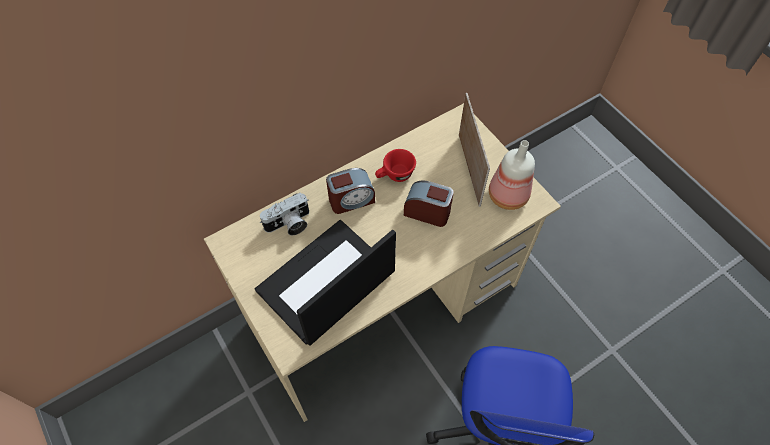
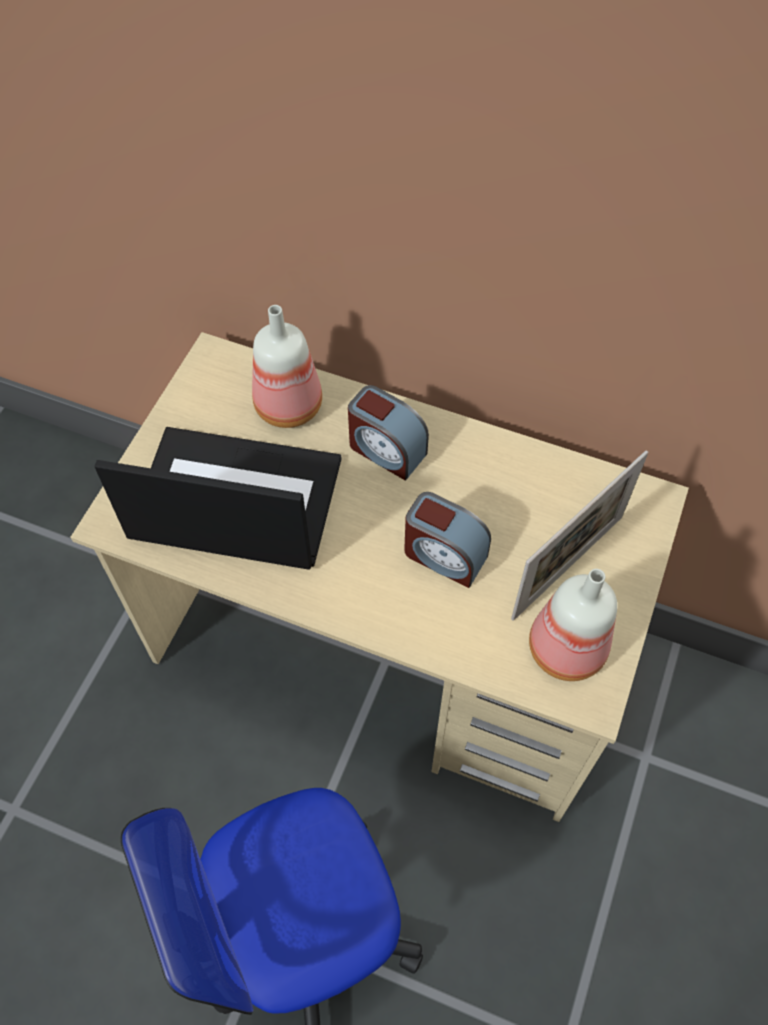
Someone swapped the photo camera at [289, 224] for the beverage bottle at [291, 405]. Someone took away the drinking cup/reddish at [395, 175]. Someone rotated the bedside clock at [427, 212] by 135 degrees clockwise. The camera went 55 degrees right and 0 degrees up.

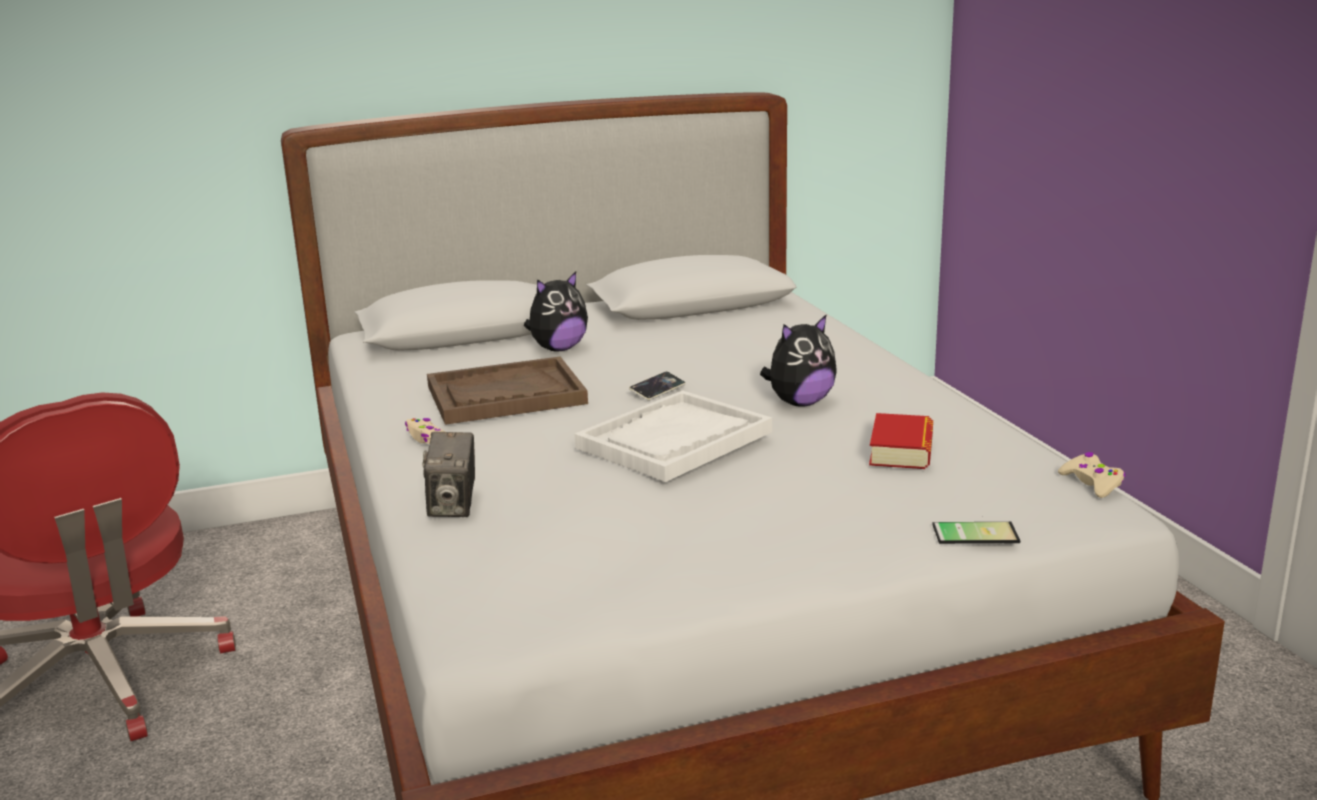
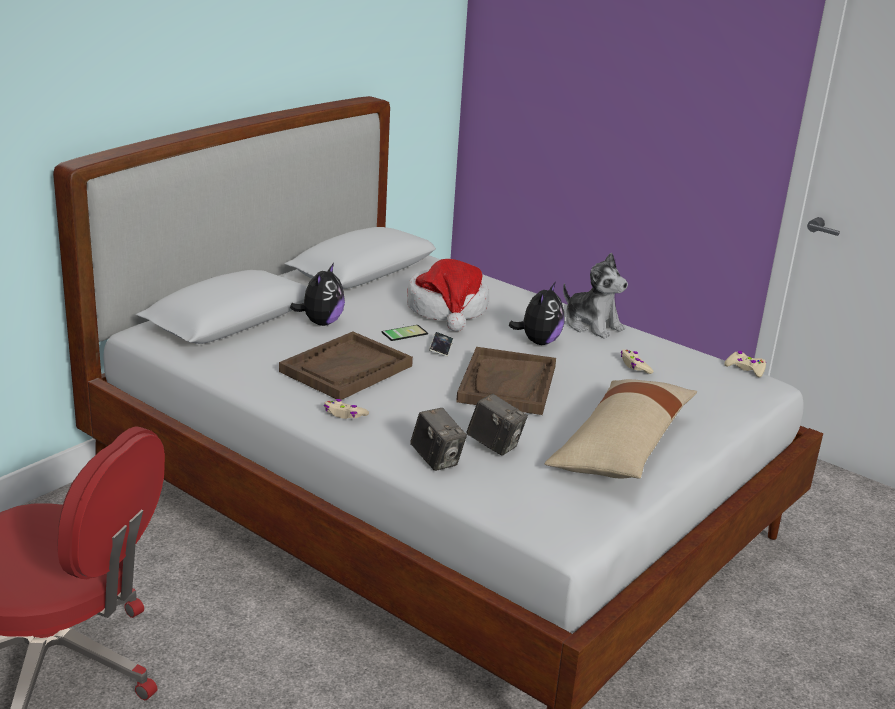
Someone repainted the tray/white-coloured at [674, 440], which became the tray/brown-coloured at [507, 384]. Someone swapped the bound book at [901, 450] for the gamepad/beige-coloured at [635, 366]. Someone carried the phone from [974, 531] to [403, 332]. Someone put down the clothing hat at [448, 309]. Someone put down the photo camera at [494, 445]. Someone put down the pillow/beige-coloured at [621, 446]. Someone put down the soft toy at [592, 325]. The camera went 35 degrees left and 5 degrees up.

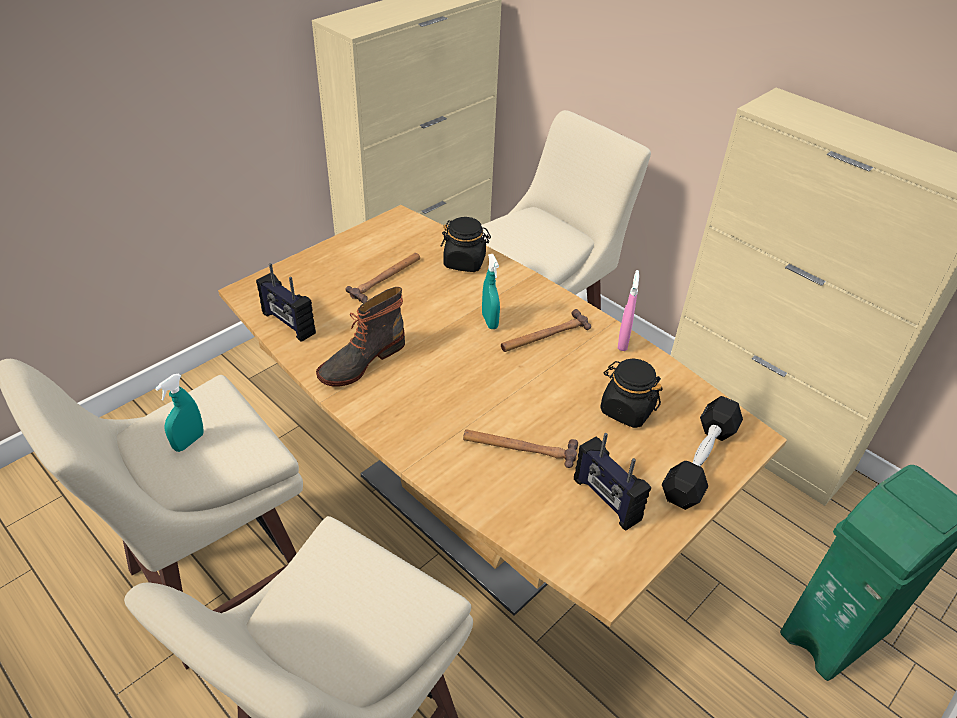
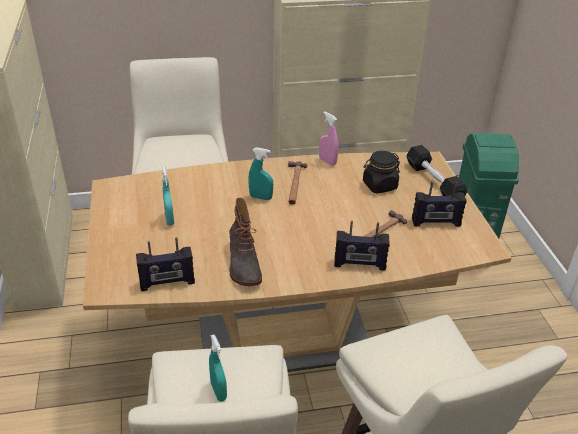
Someone swapped the hammer at [386, 278] for the spray bottle/turquoise at [169, 219]. Someone took away the storage jar/black at [465, 262]. Someone put down the radio set at [359, 264]. The camera went 55 degrees left and 5 degrees down.

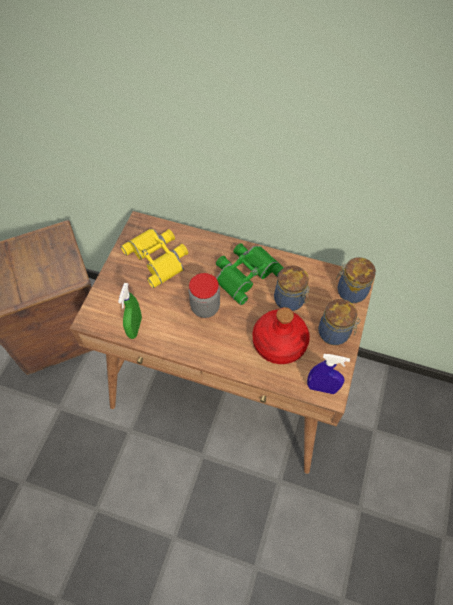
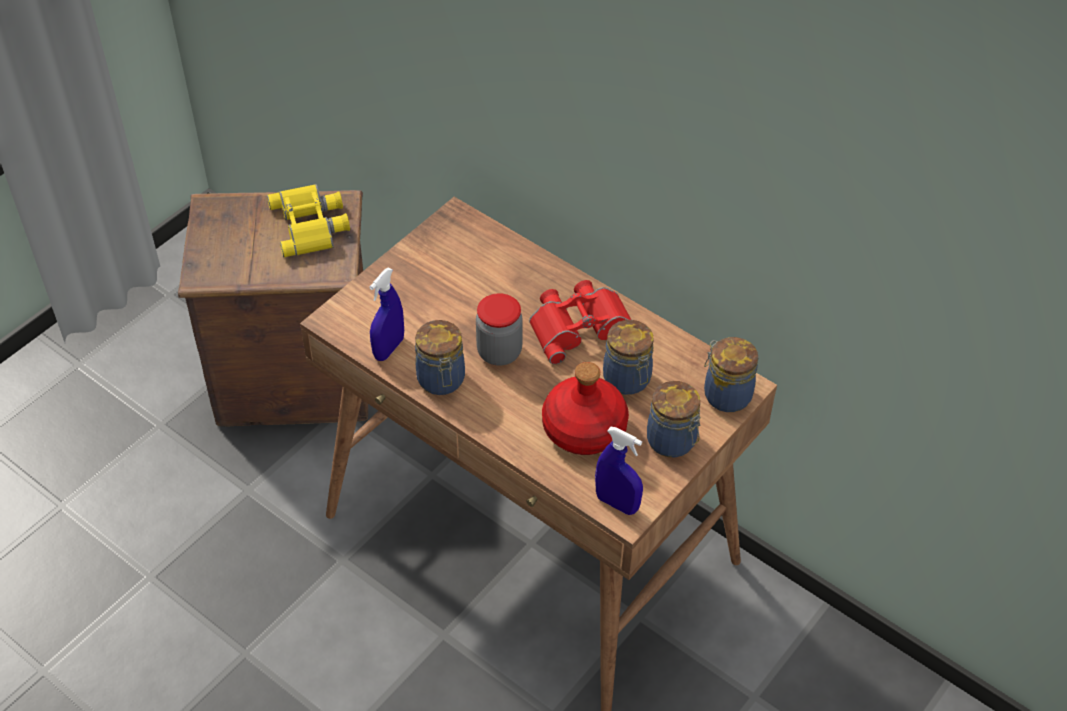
Someone repainted the spray bottle/greenish at [135, 327], which became the spray bottle/bluish at [389, 348]. Someone carried the field glasses/yellowish from [159, 257] to [311, 225]. Someone repainted the field glasses/greenish at [245, 273], which became the field glasses/reddish at [579, 325]. Someone put down the storage jar at [441, 381]. The camera went 20 degrees right and 10 degrees down.

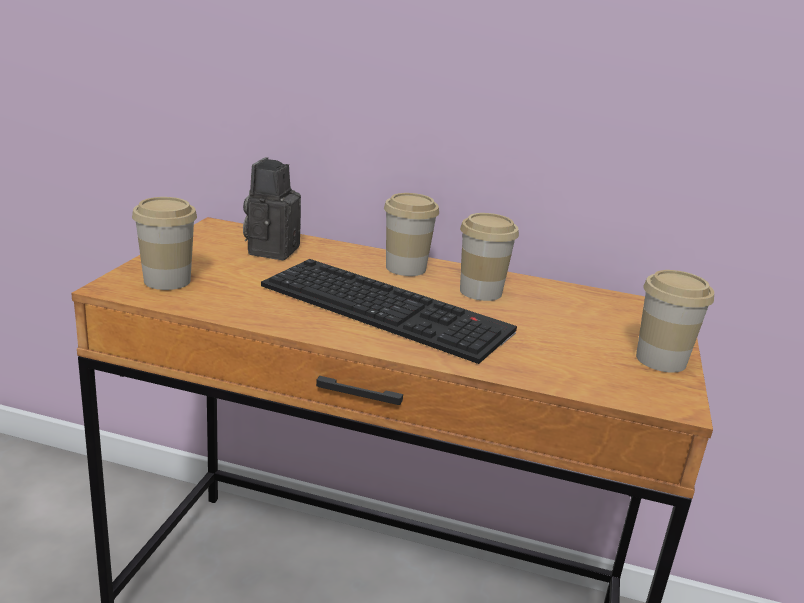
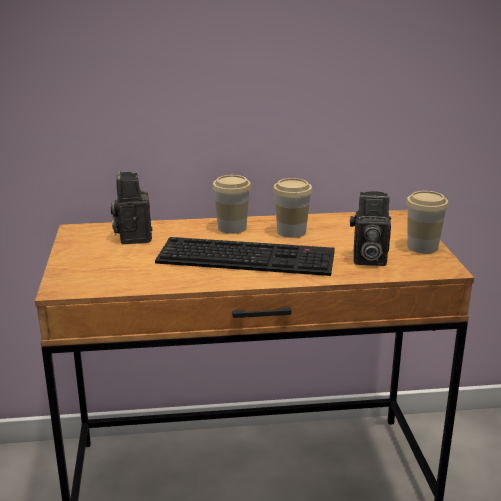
Someone took away the drinking cup at [167, 280]. Someone put down the photo camera at [367, 259]. The camera went 20 degrees left and 0 degrees up.

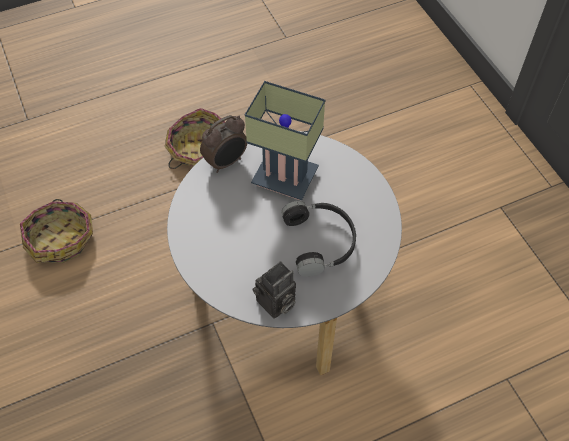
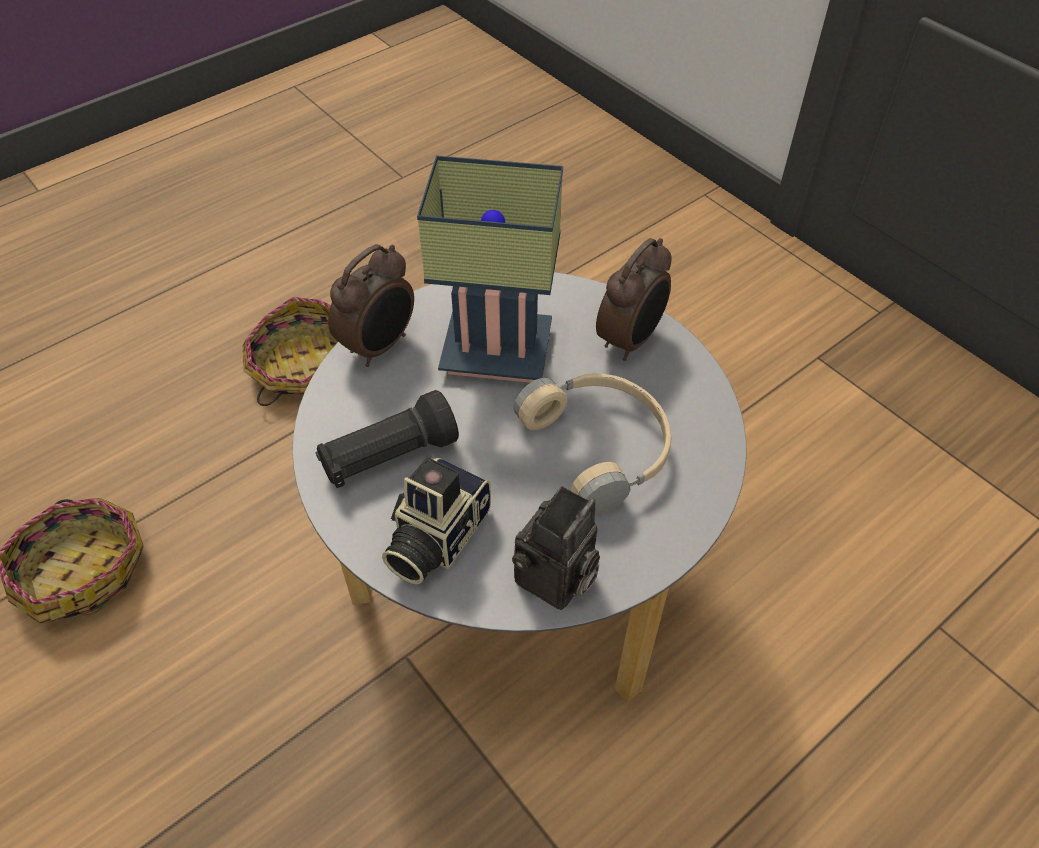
Someone repainted the headphones/black at [321, 241], which became the headphones/beige-coloured at [601, 446]. Someone put down the torch/black at [389, 456]. Someone put down the photo camera at [434, 537]. Someone put down the bedside clock at [631, 340]. The camera went 15 degrees left and 5 degrees down.

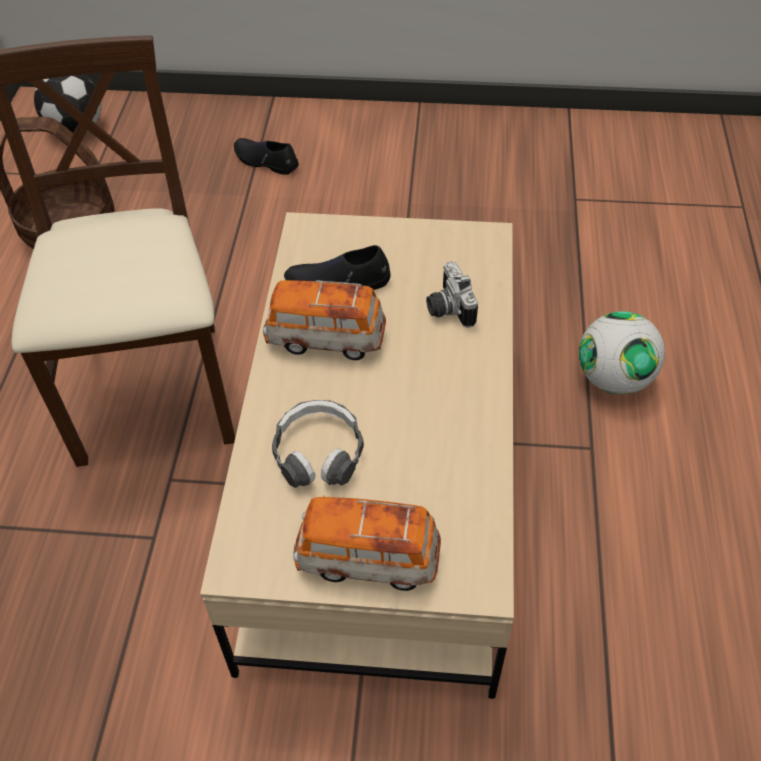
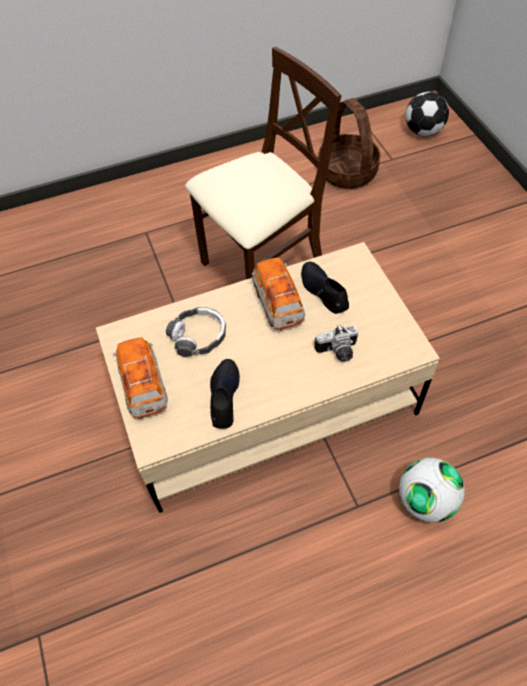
Someone carried the low shoe/black from [265, 161] to [224, 396]. Someone rotated the photo camera at [447, 308] by 150 degrees counterclockwise. The camera went 65 degrees right and 5 degrees up.

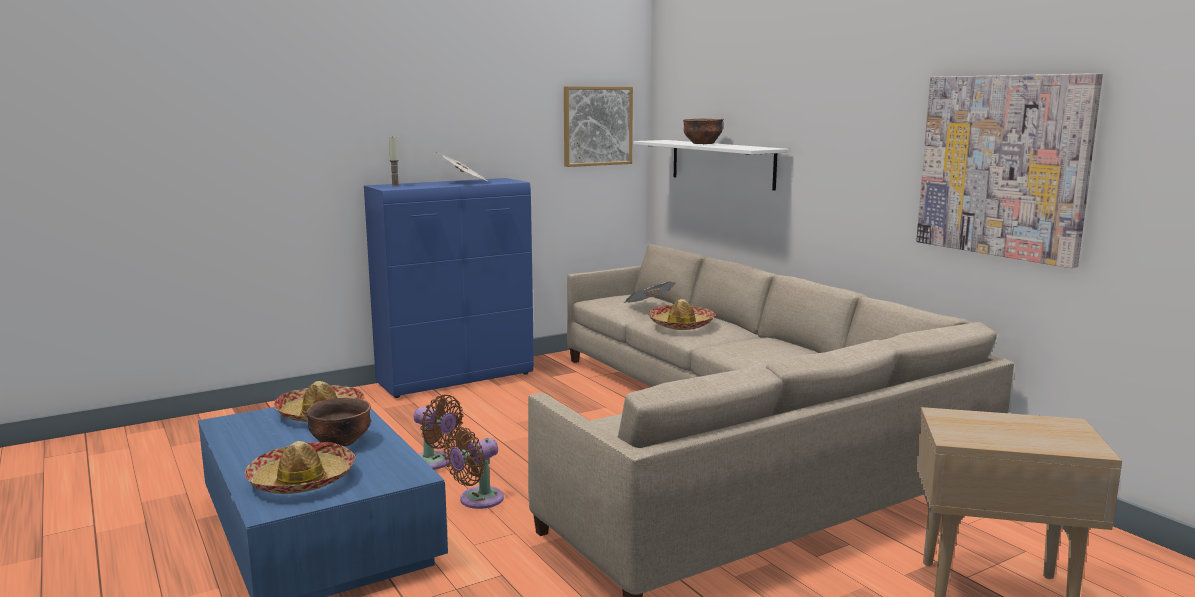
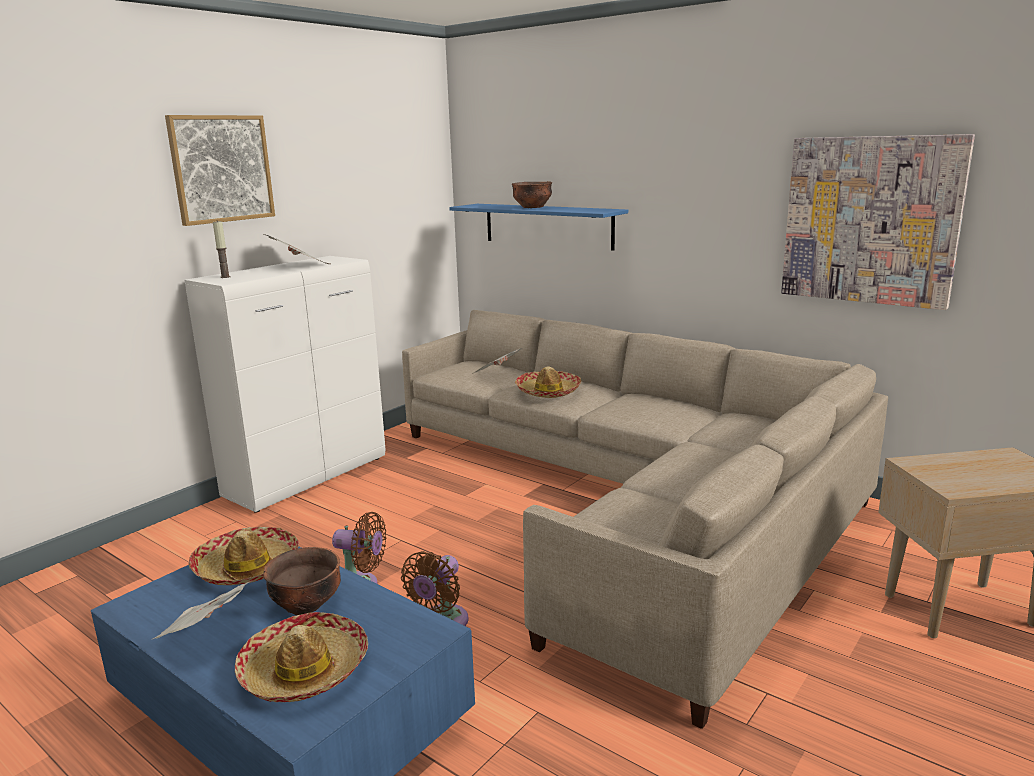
Someone repainted the cabinet/bluish at [457, 379], which became the cabinet/white-coloured at [308, 477]. Someone carried the picture from [597, 126] to [221, 169]. Someone repainted the bracket shelf/white-coloured at [721, 163], which became the bracket shelf/bluish at [547, 225]. Someone put down the printed paper at [206, 632]. The camera went 20 degrees left and 5 degrees up.

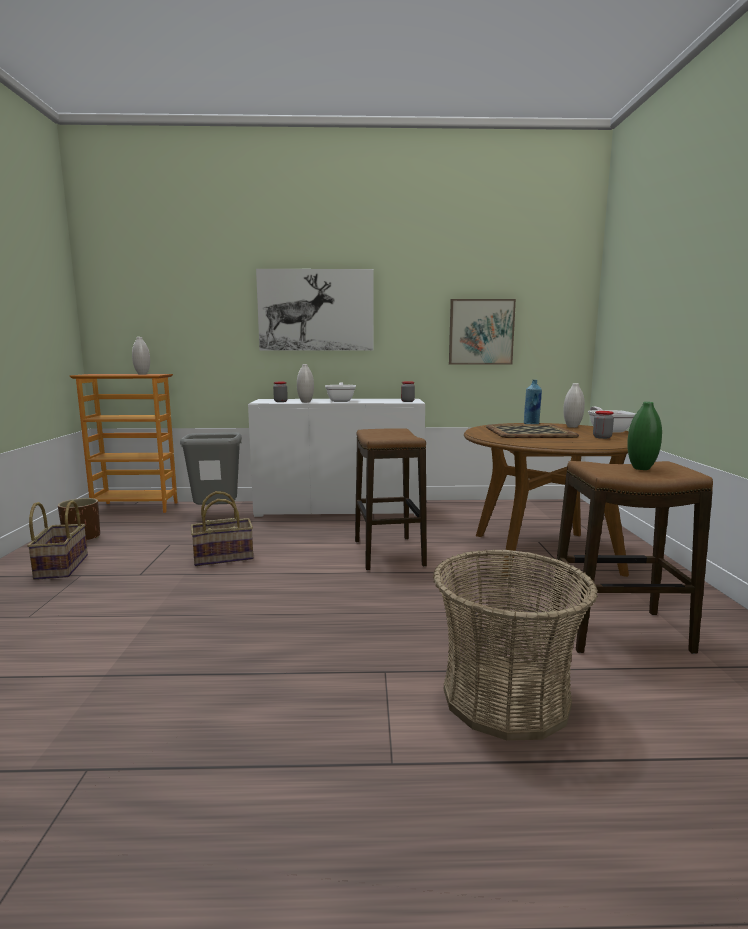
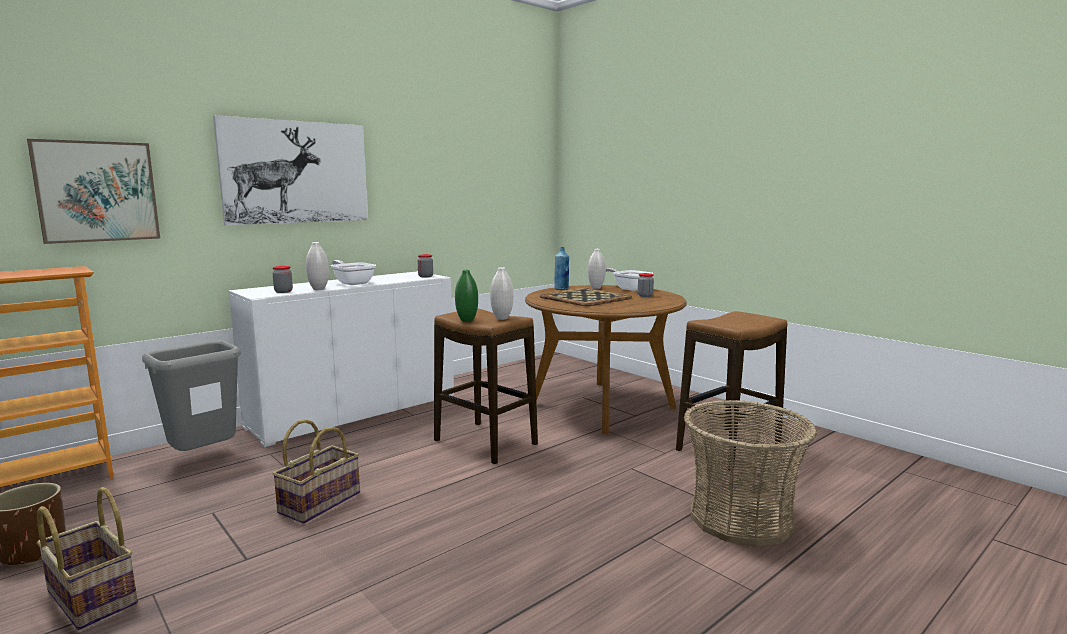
Someone carried the flower vase/white-coloured from [142, 374] to [502, 318]. Someone carried the picture from [481, 332] to [97, 191]. Someone carried the flower vase/greenish from [641, 468] to [467, 320]. The camera went 40 degrees left and 0 degrees up.

